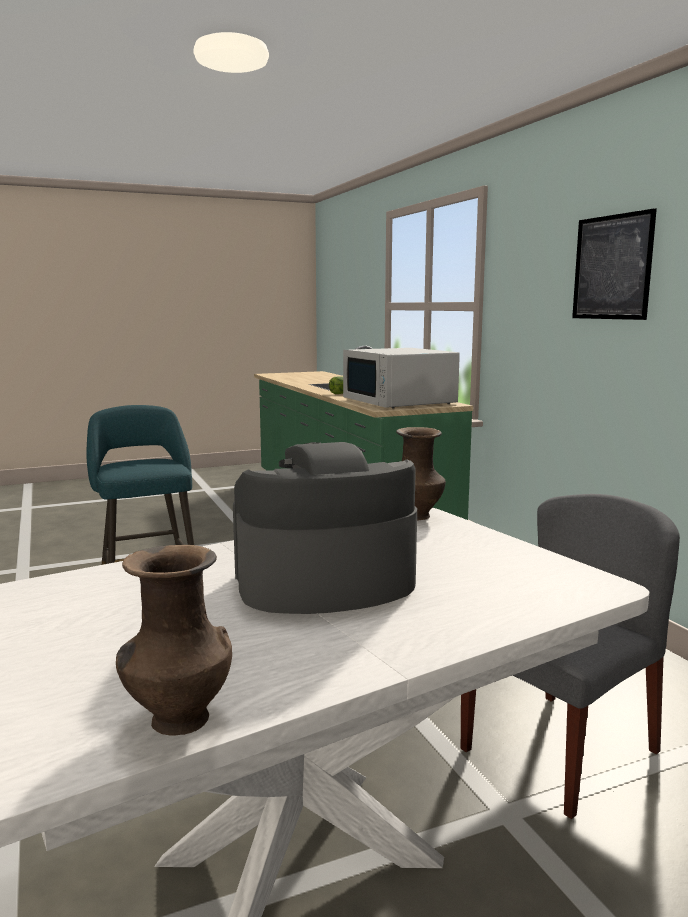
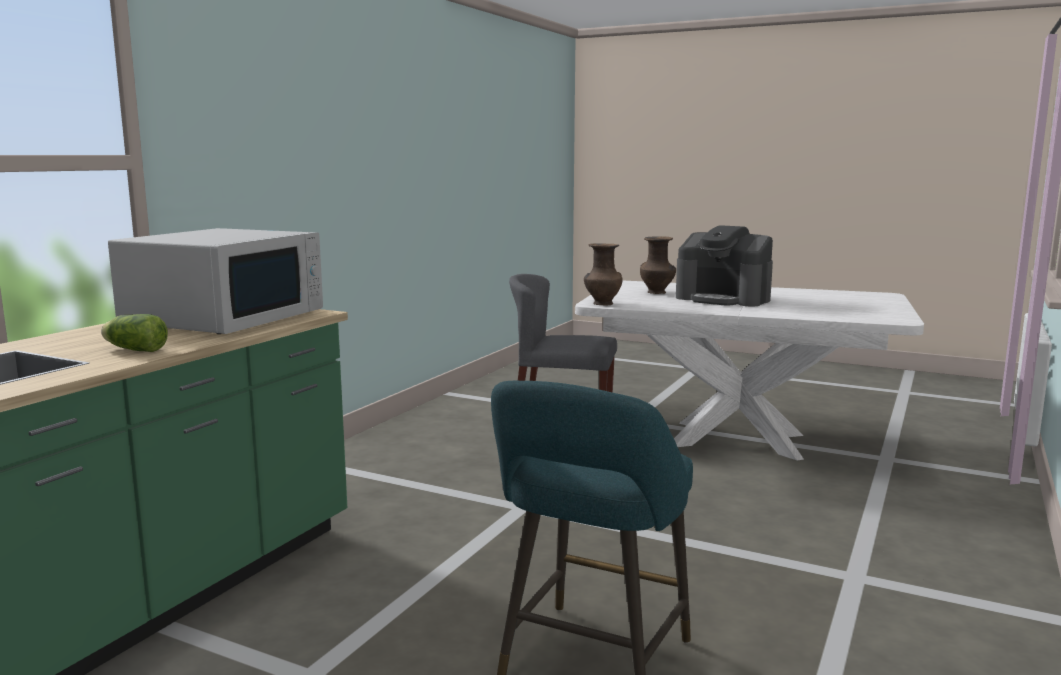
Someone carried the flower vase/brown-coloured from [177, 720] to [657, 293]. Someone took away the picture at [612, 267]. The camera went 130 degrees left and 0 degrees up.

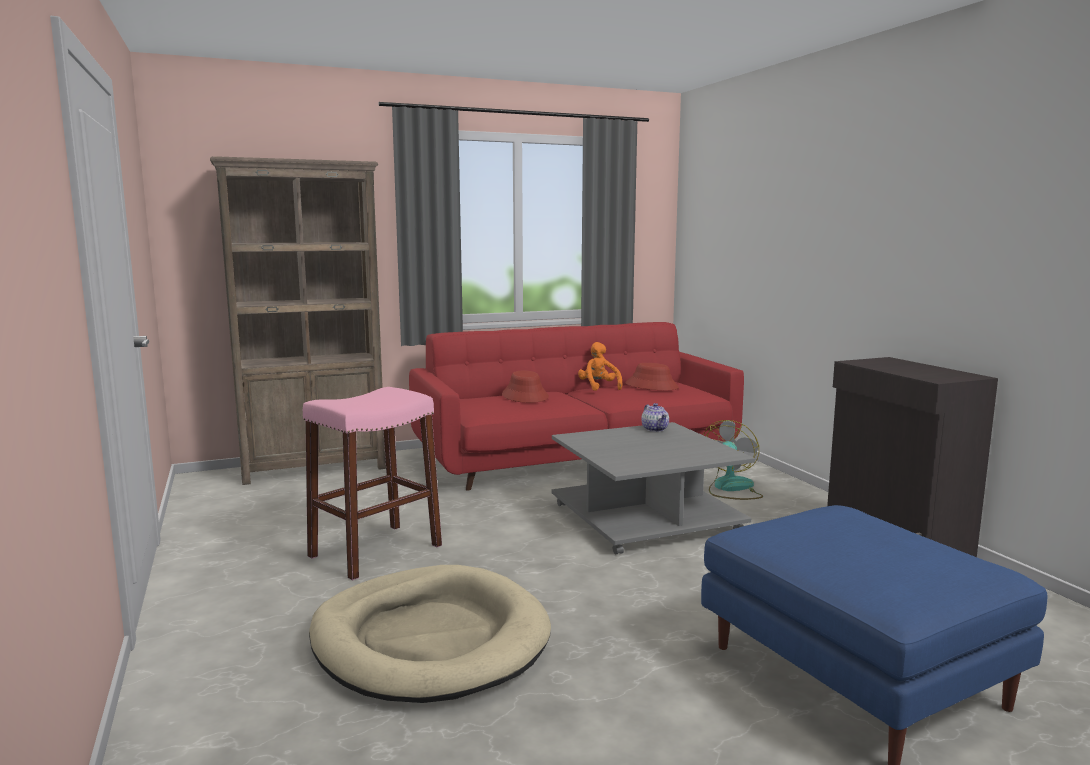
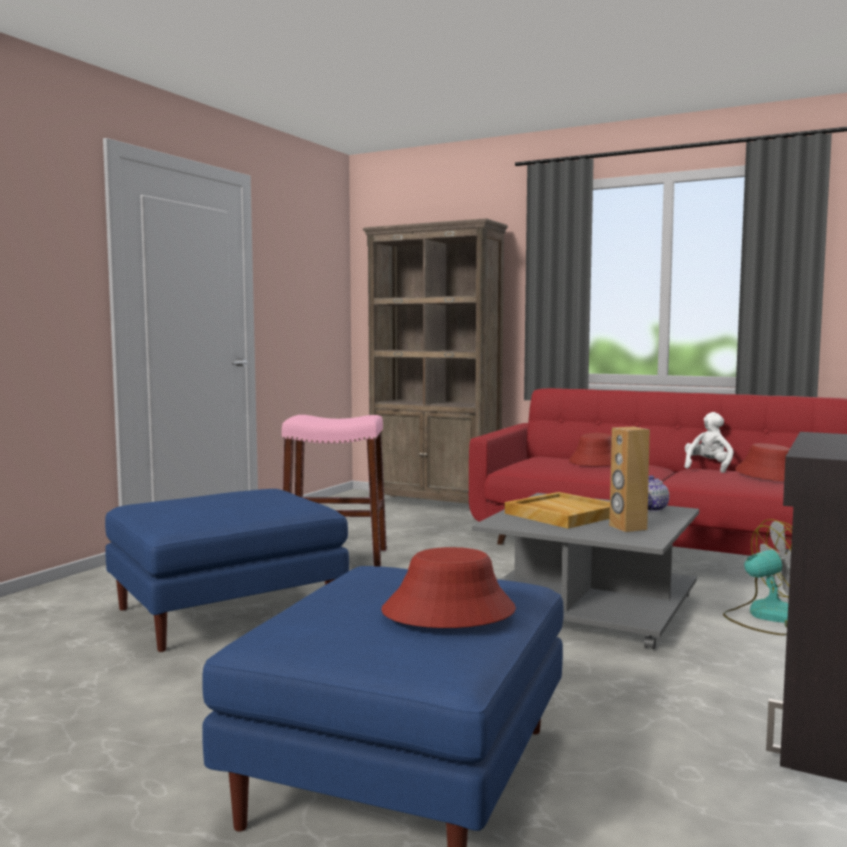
Someone swapped the dog bed/beige-coloured at [429, 640] for the footrest/bluish at [229, 610]. Someone repainted the soft toy/orangey at [599, 387], which became the soft toy/white-coloured at [708, 468]. Someone put down the clothing hat/reddish at [449, 611]. Someone put down the tray/beige-coloured at [561, 514]. Someone put down the audio speaker/brown-coloured at [627, 527]. The camera went 50 degrees right and 5 degrees down.

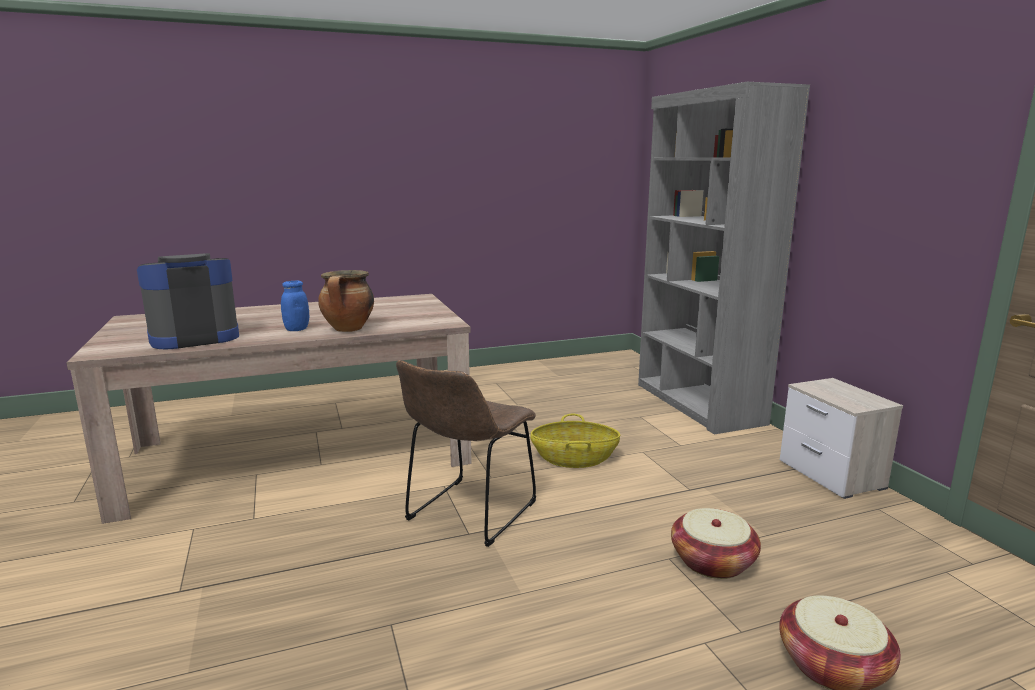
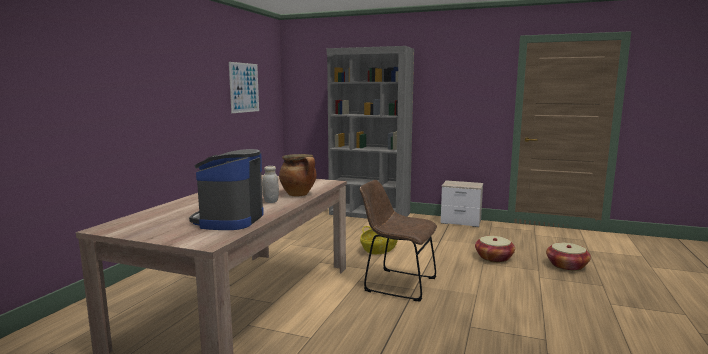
Someone repainted the storage jar/bluish at [297, 329], which became the storage jar/white-coloured at [271, 201]. Someone rotated the plain chair/brown-coloured at [468, 514] by 135 degrees clockwise. Someone put up the picture at [244, 87]. The camera went 50 degrees left and 5 degrees down.

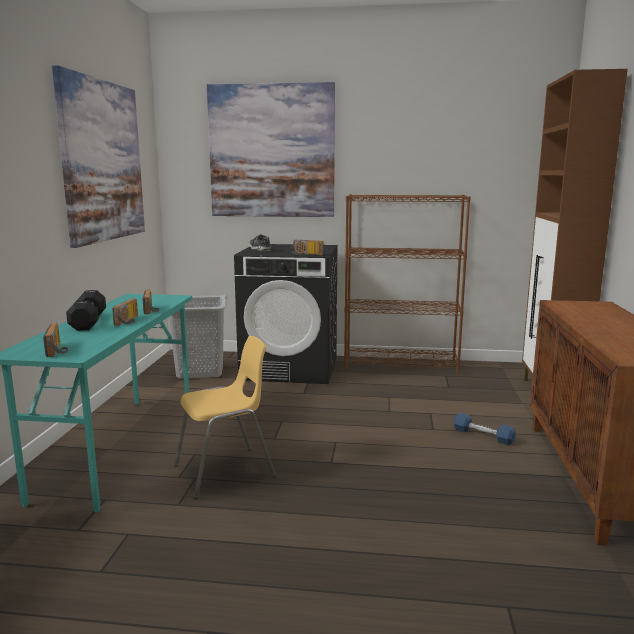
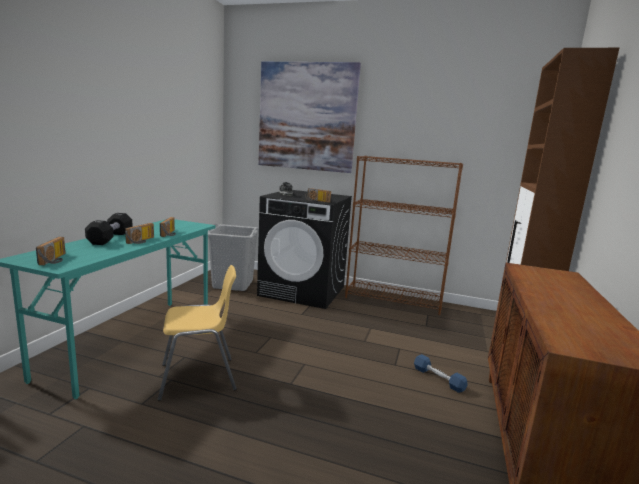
Someone took away the picture at [102, 161]. The camera went 10 degrees right and 0 degrees up.

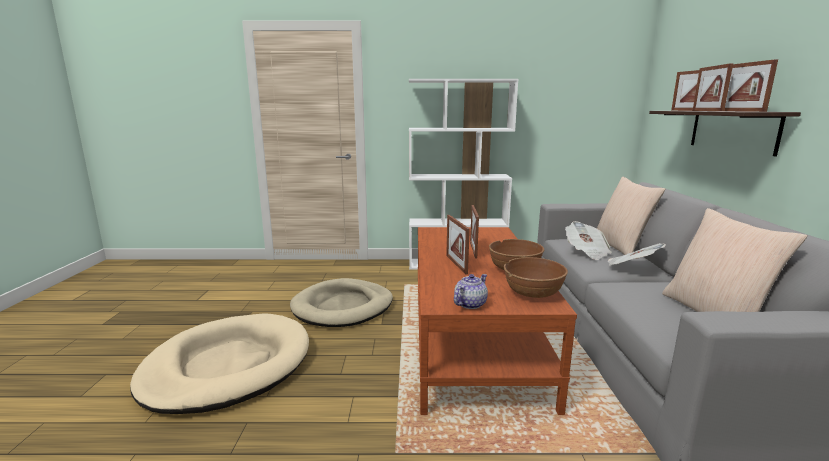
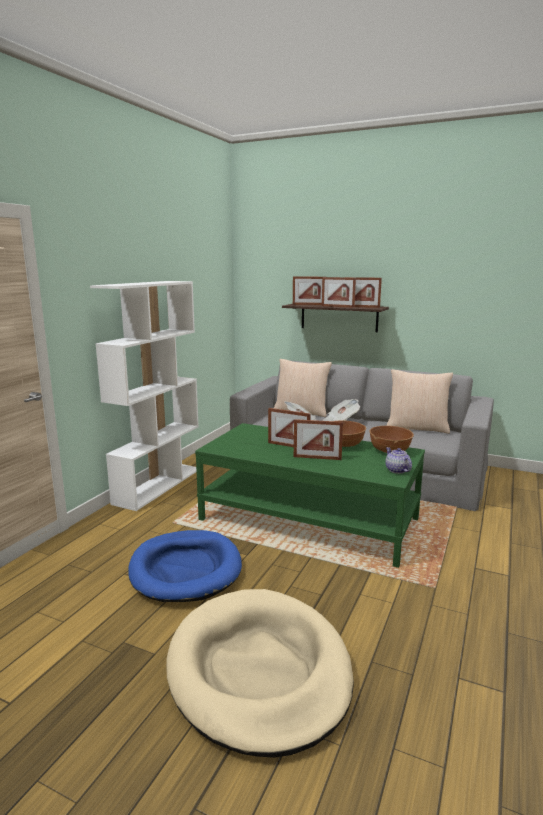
Someone repainted the dog bed/beige-coloured at [343, 307], which became the dog bed/bluish at [185, 569]. Someone repainted the low table/brown-coloured at [473, 339], which became the low table/greenish at [309, 520]. The camera went 65 degrees left and 0 degrees up.

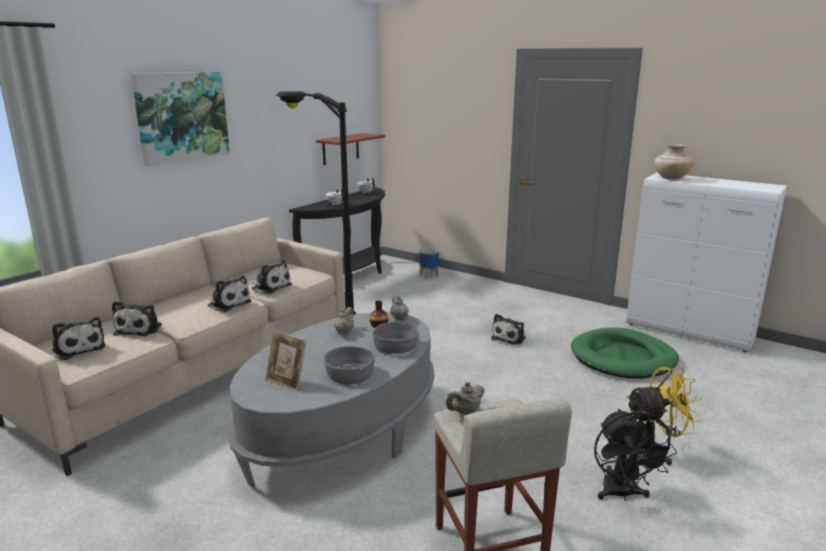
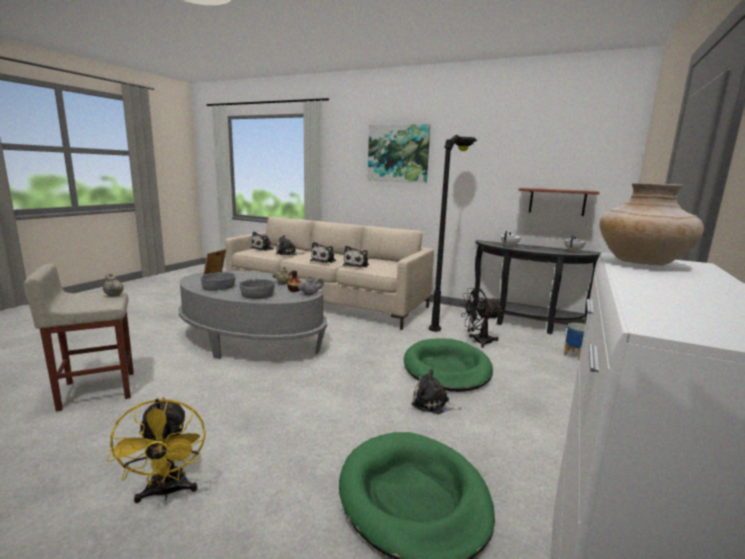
Someone carried the fan/black from [621, 494] to [478, 341]. Someone put down the dog bed/greenish at [447, 369]. The camera went 80 degrees right and 5 degrees down.

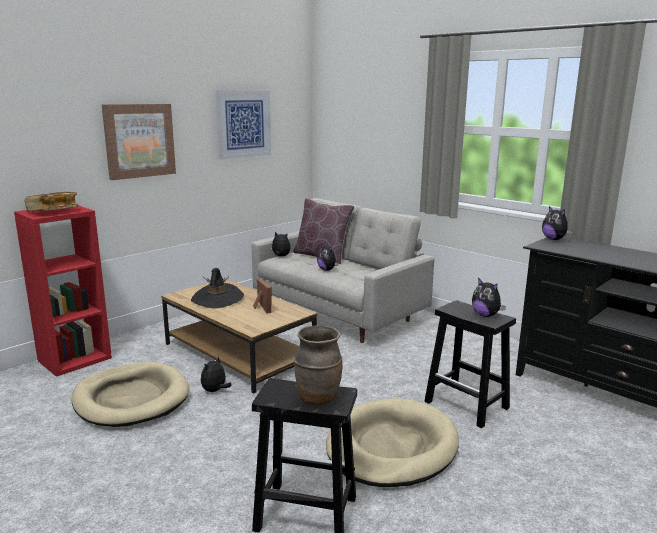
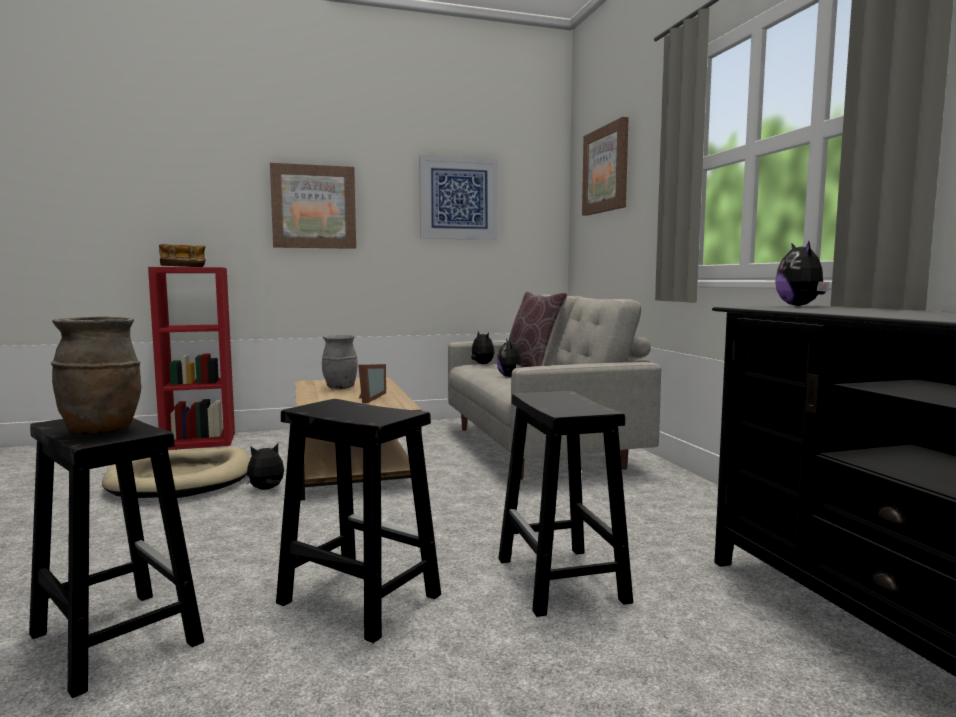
Someone swapped the clothing hat/black at [217, 299] for the flower vase/gray at [340, 388]. Someone swapped the dog bed/beige-coloured at [391, 447] for the stool/black at [357, 599]. Someone took away the soft toy at [486, 315]. Someone put up the picture at [606, 169]. The camera went 30 degrees right and 10 degrees down.

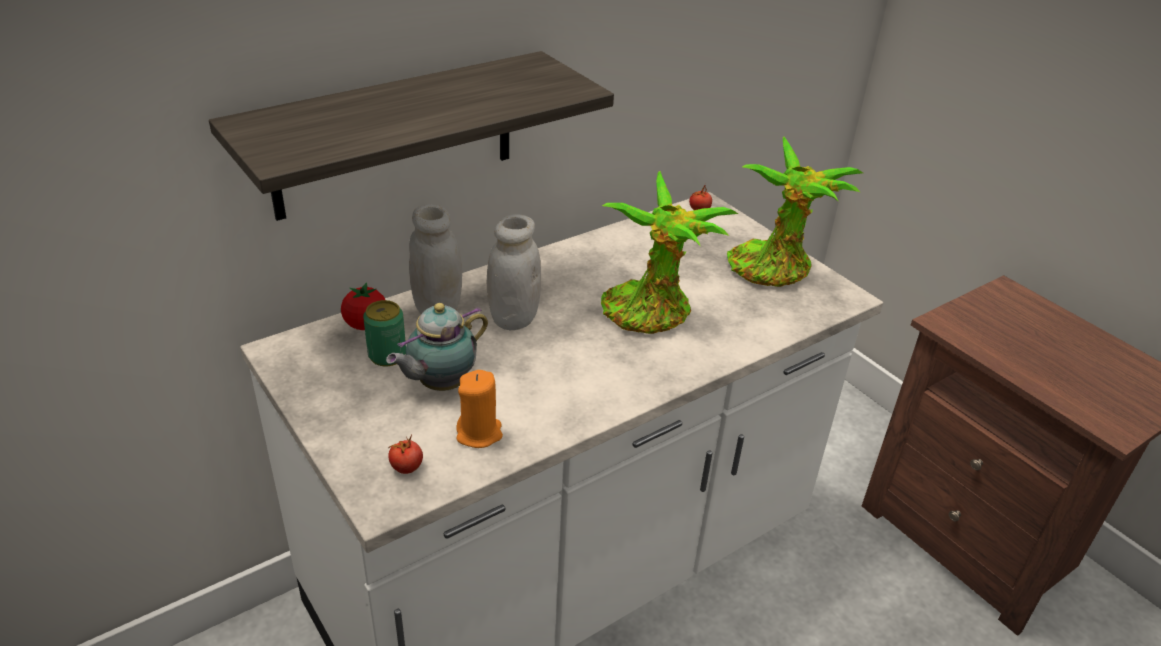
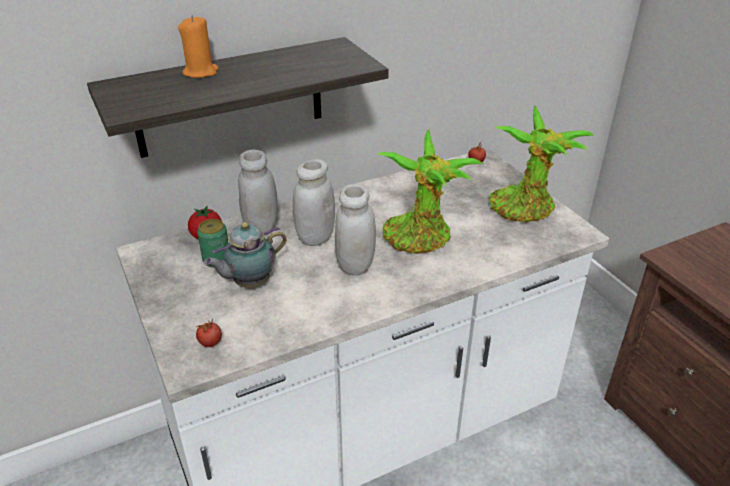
Someone carried the candle/orangey from [479, 433] to [201, 72]. Someone put down the storage jar/white-coloured at [355, 265]. The camera went 10 degrees right and 0 degrees up.

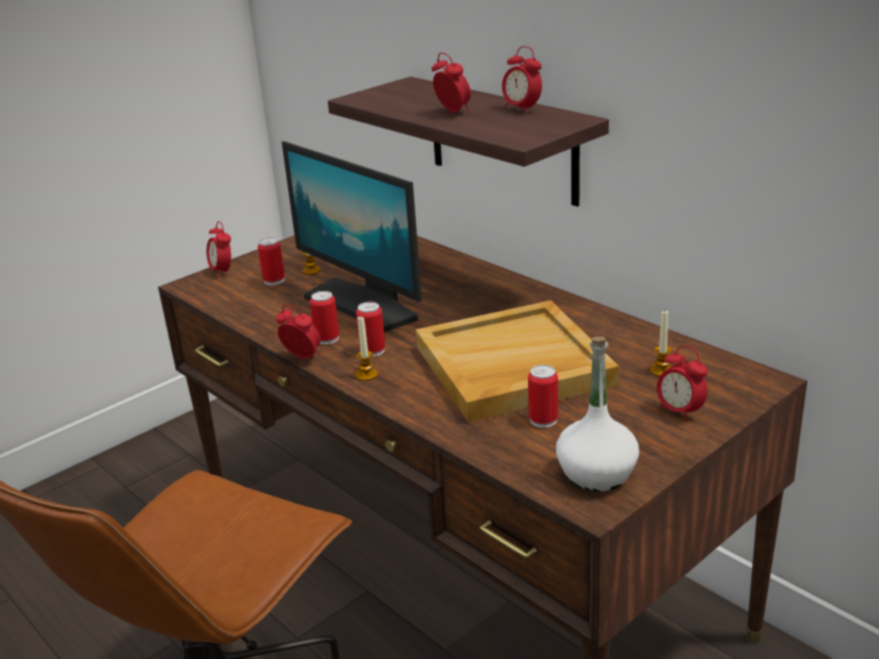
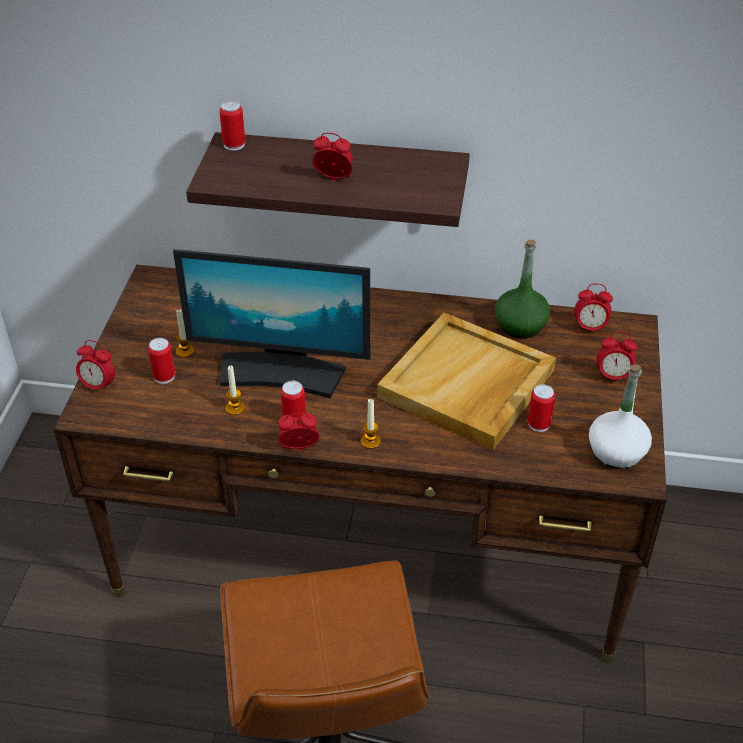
Someone carried the sealed can from [373, 350] to [234, 144]. Someone carried the bedside clock from [522, 109] to [590, 328]. Someone carried the candle from [662, 371] to [235, 408]. Someone put down the beverage bottle/greenish at [520, 325]. The camera went 40 degrees left and 15 degrees up.

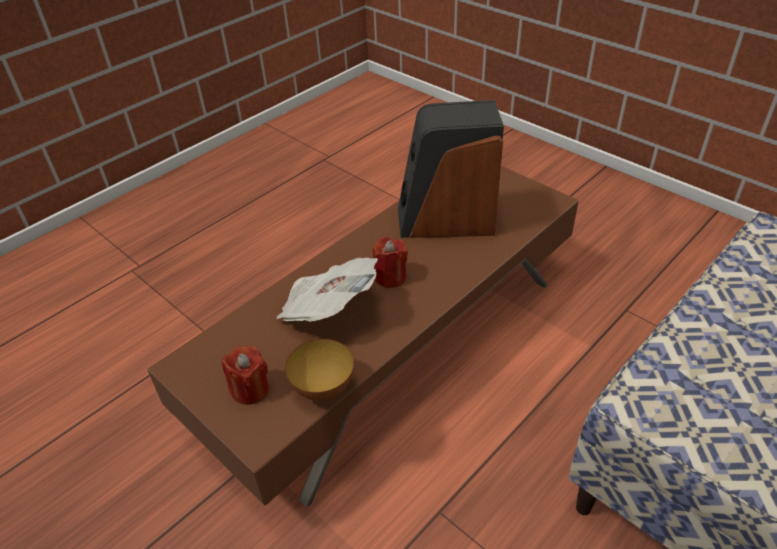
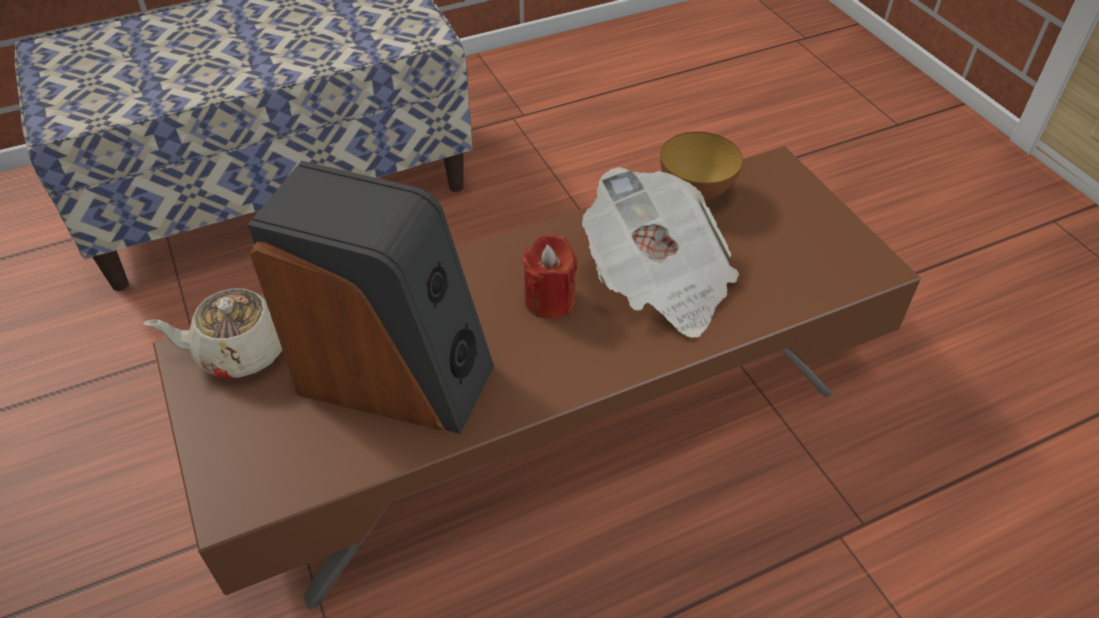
Someone took away the candle/reddish at [250, 389]. Someone put down the pot for tea/beige-coloured at [240, 351]. The camera went 160 degrees left and 5 degrees up.

